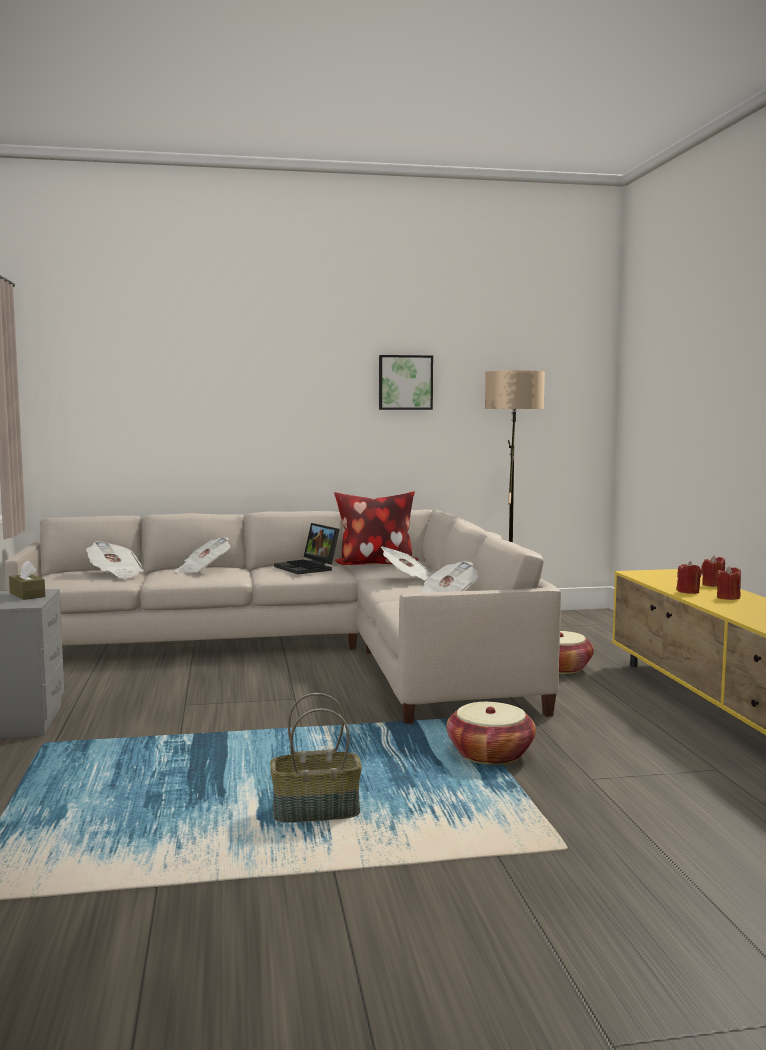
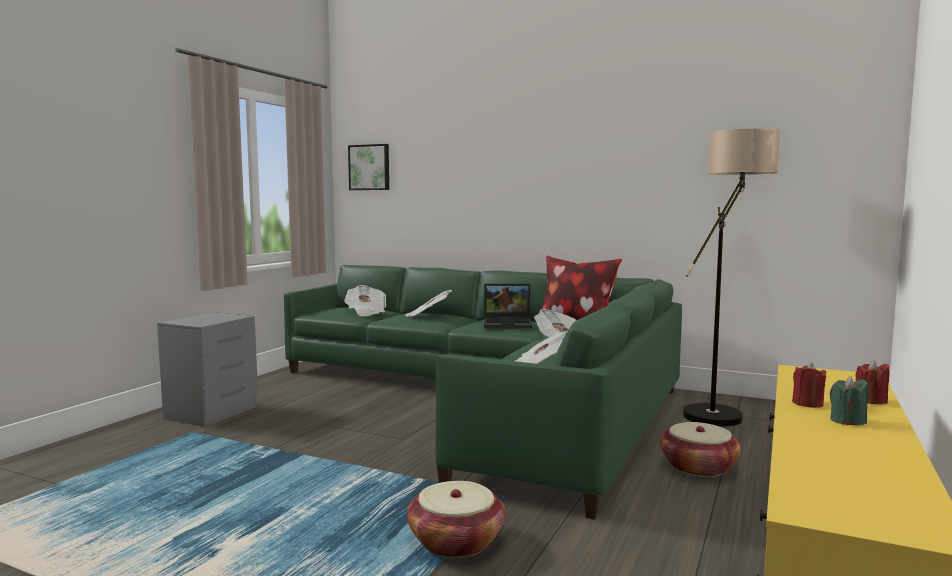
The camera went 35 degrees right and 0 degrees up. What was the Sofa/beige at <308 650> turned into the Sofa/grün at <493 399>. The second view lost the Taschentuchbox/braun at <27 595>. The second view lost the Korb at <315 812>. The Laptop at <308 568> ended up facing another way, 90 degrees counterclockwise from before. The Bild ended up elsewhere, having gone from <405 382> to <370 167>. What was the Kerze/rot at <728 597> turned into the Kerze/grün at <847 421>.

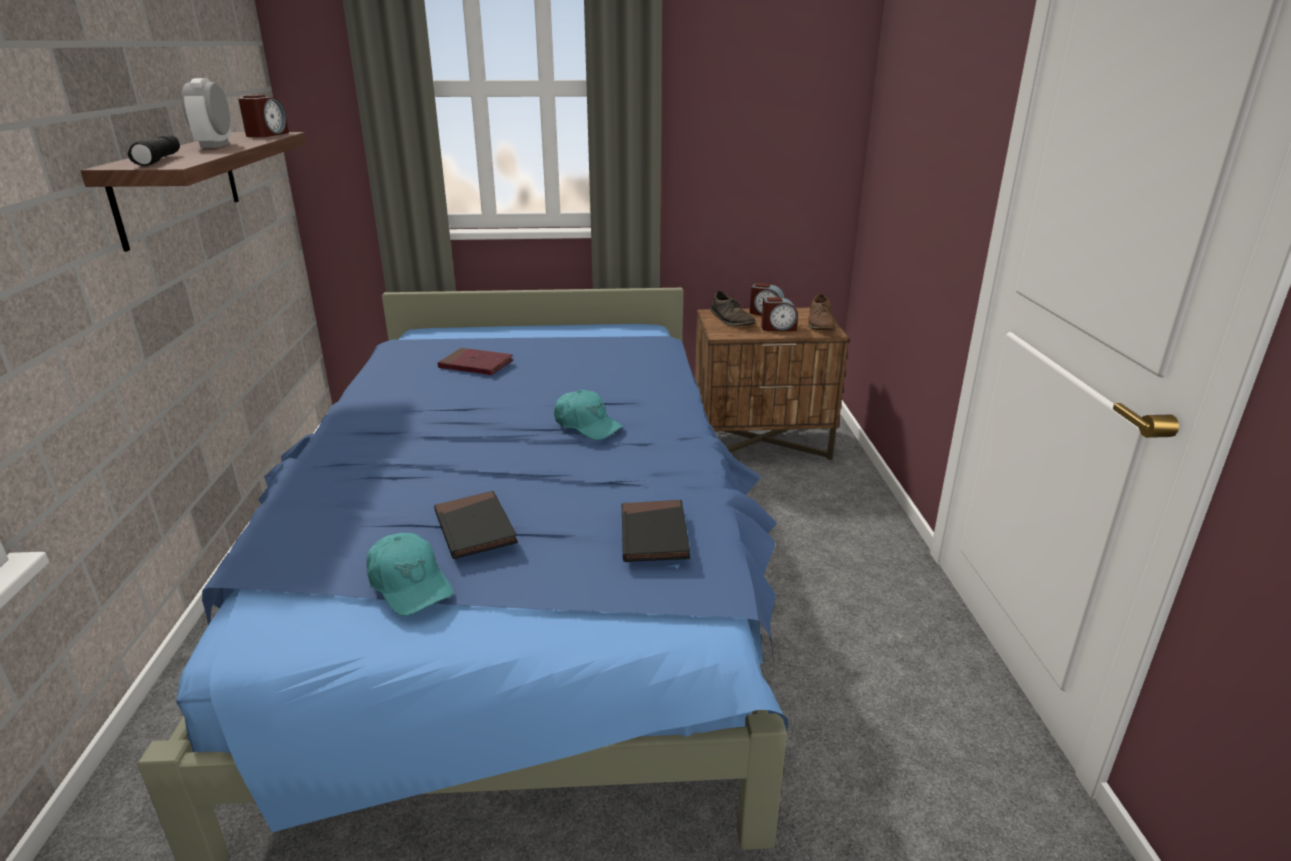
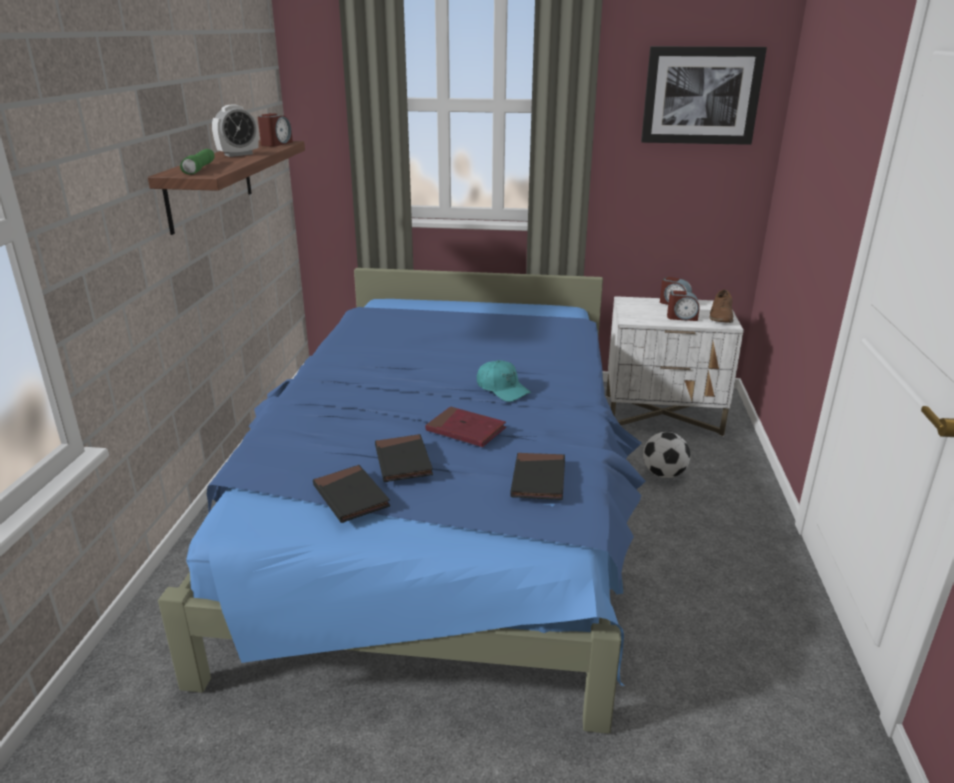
The camera went 10 degrees right and 0 degrees up. What was the Taschenlampe/schwarz at <160 160> turned into the Taschenlampe/grün at <200 169>. The Wecker at <215 145> ended up facing another way, 135 degrees counterclockwise from before. Where the Kappe/türkis stood at <410 584>, the Buch/schwarz came to stand at <351 497>. The Buch/rot ended up elsewhere, having gone from <476 365> to <465 430>. What was the Nachttisch/braun at <761 442> turned into the Nachttisch/weiß at <663 415>. The second view lost the Schuh/braun at <731 320>. The second view gained the Bild at <701 96>. The second view gained the Fußball at <663 474>.

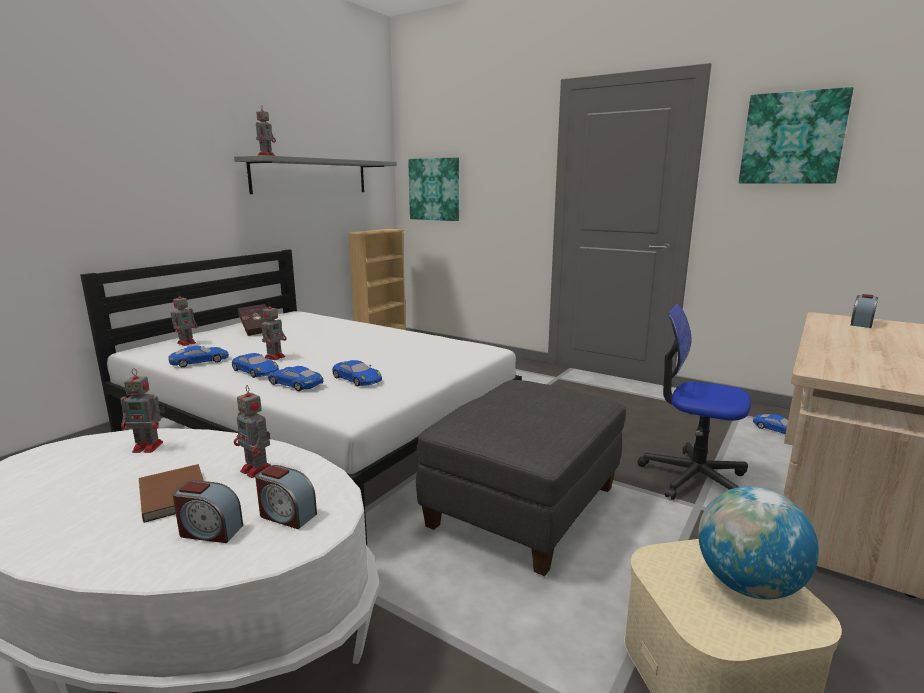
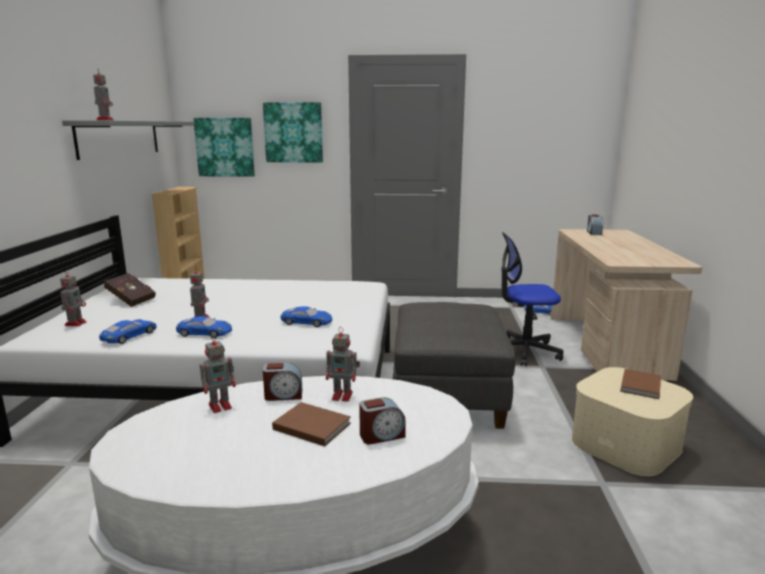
The camera went 30 degrees left and 0 degrees up. The Wecker ended up elsewhere, having gone from <286 515> to <283 395>. The second view lost the Spielzeugauto/blau at <295 383>. Where the Globus stood at <747 585>, the Buch/braun came to stand at <639 386>. The Bild ended up elsewhere, having gone from <792 138> to <293 132>.

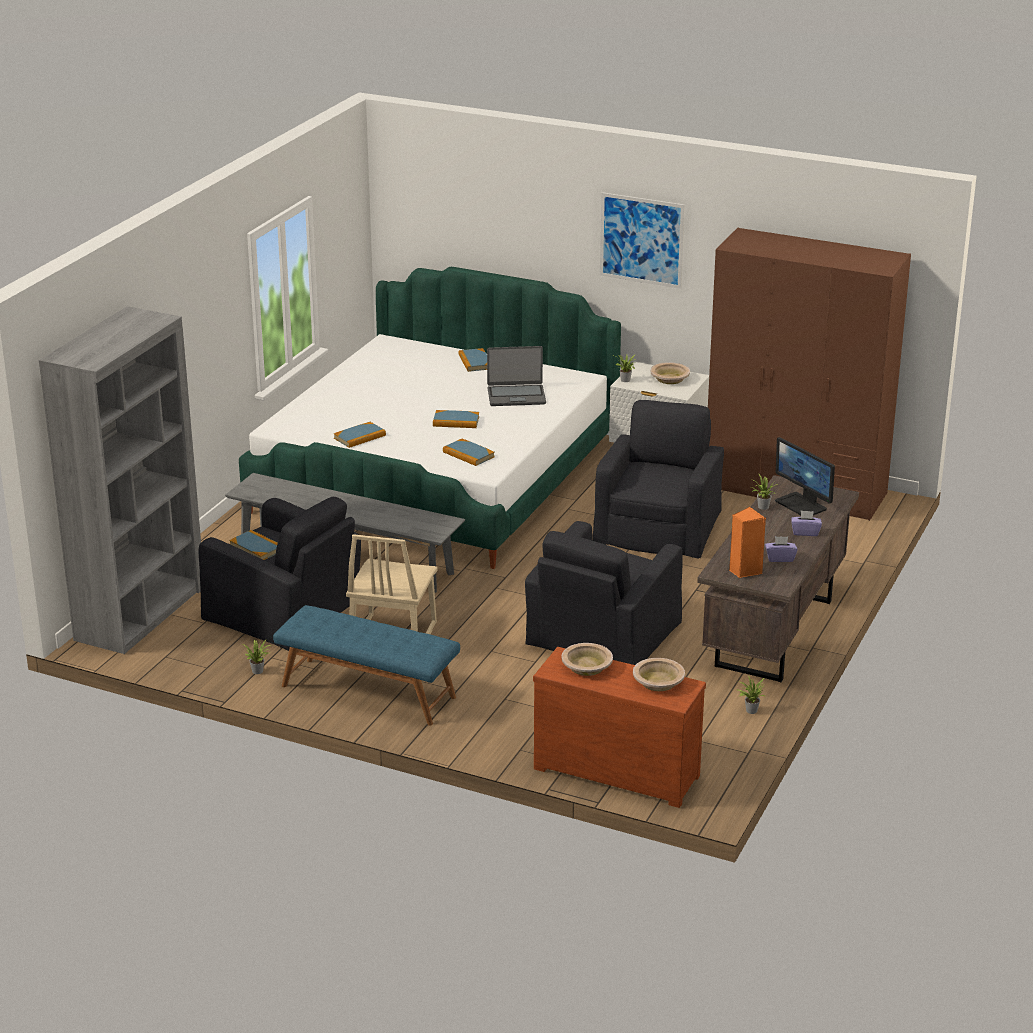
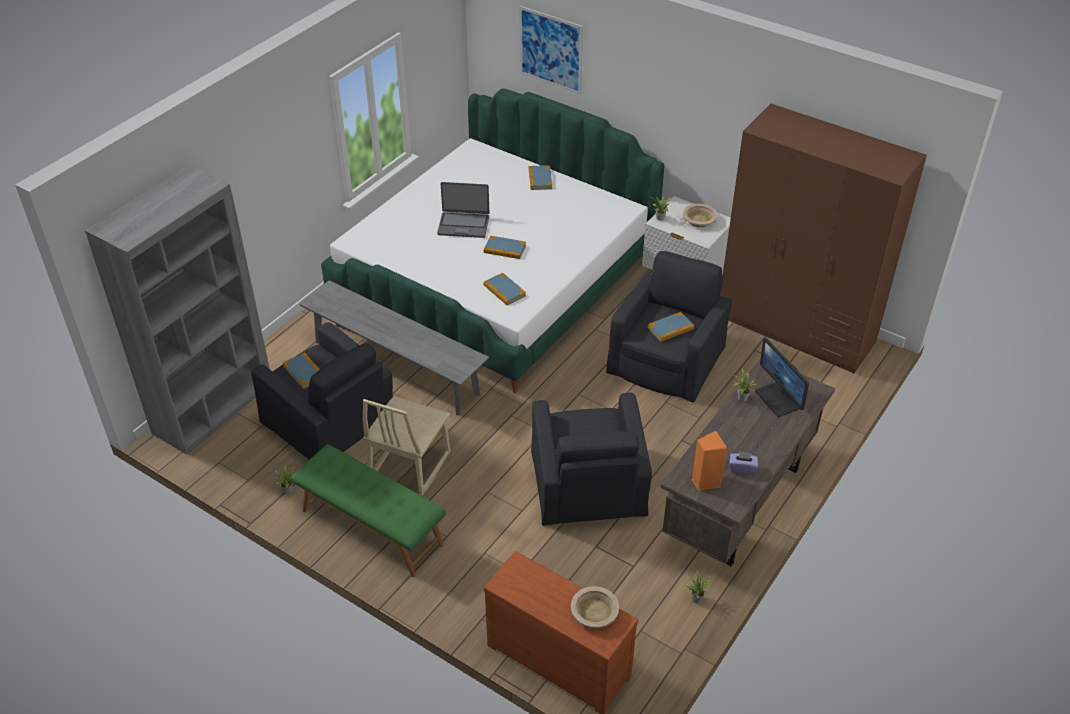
The camera went 10 degrees right and 15 degrees up. What was the Bank/blau at <367 692> turned into the Bank/grün at <371 528>. The Buch ended up elsewhere, having gone from <360 437> to <670 328>. The Laptop ended up elsewhere, having gone from <516 396> to <463 225>. The Sessel/schwarz at <603 634> ended up facing another way, 45 degrees counterclockwise from before. The second view lost the Schüssel/beige at <587 666>. The Bild ended up elsewhere, having gone from <641 240> to <550 50>. The second view lost the Taschentuchbox/lila at <805 532>.

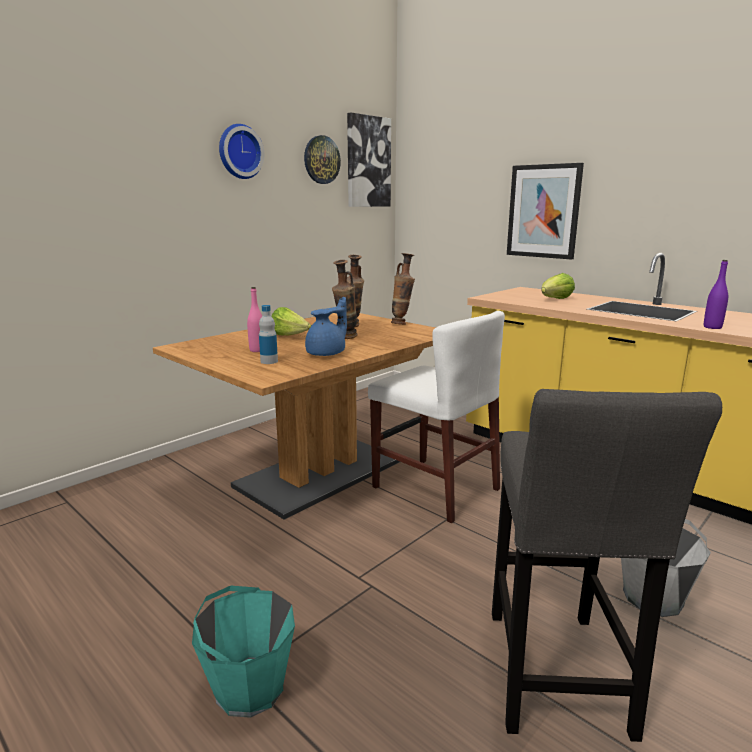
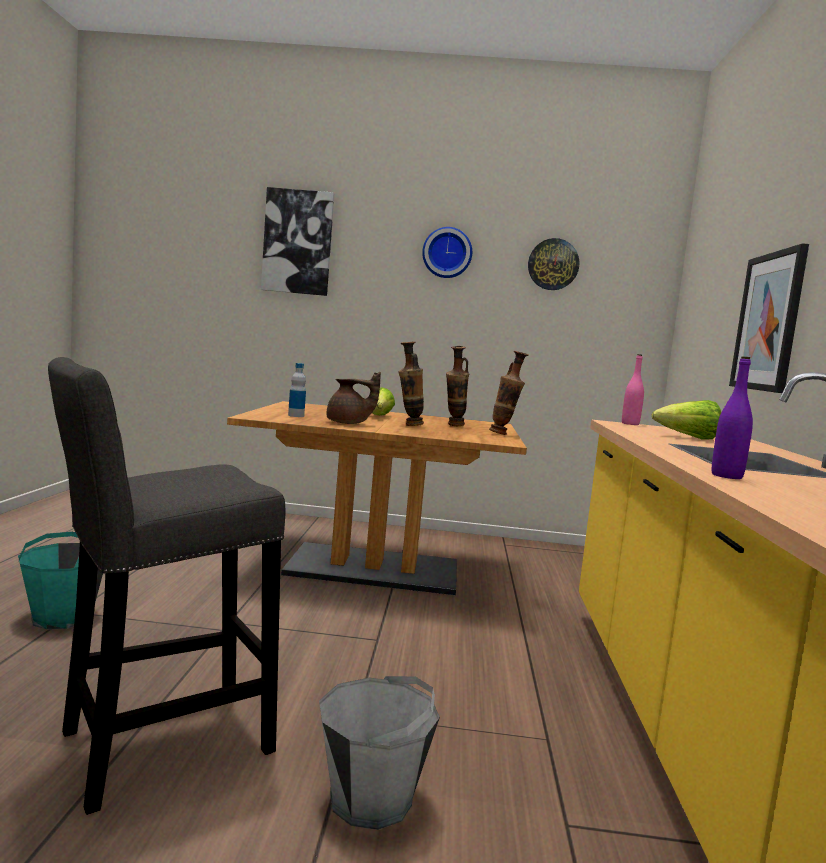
The camera went 50 degrees right and 10 degrees down. The Flasche/rosa ended up elsewhere, having gone from <257 350> to <630 424>. What was the Teekanne/blau at <327 353> turned into the Teekanne/braun at <348 423>. The Bild ended up elsewhere, having gone from <368 162> to <298 242>. The second view lost the Stuhl/weiß at <435 488>.

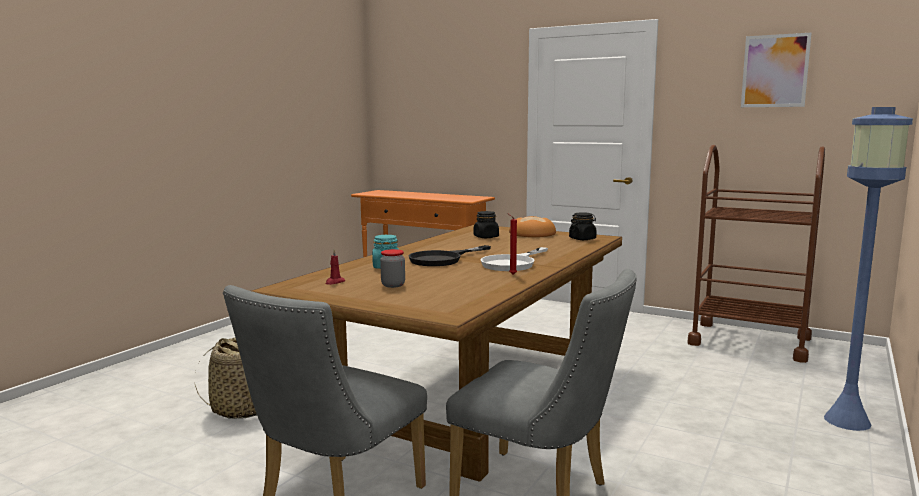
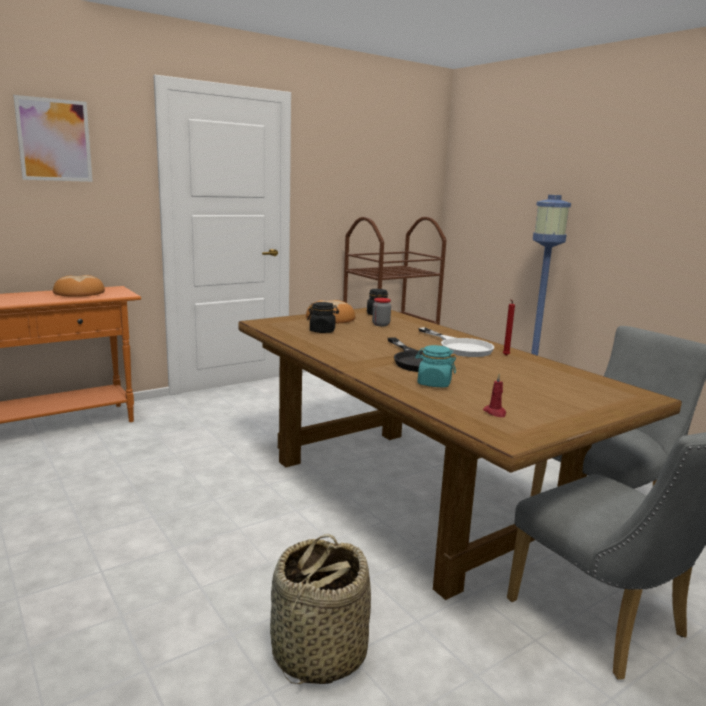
The camera went 65 degrees left and 5 degrees up. The Vorratsglas ended up elsewhere, having gone from <393 285> to <381 324>. The Bild ended up elsewhere, having gone from <775 71> to <54 140>. The second view gained the Brot at <78 293>.

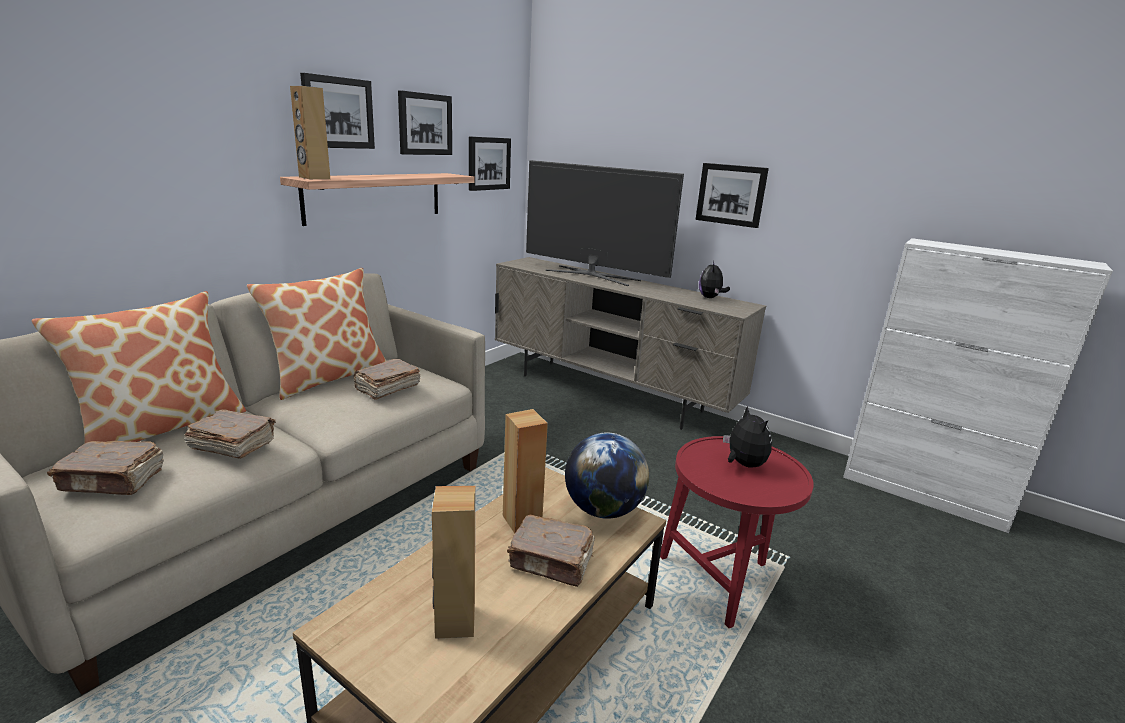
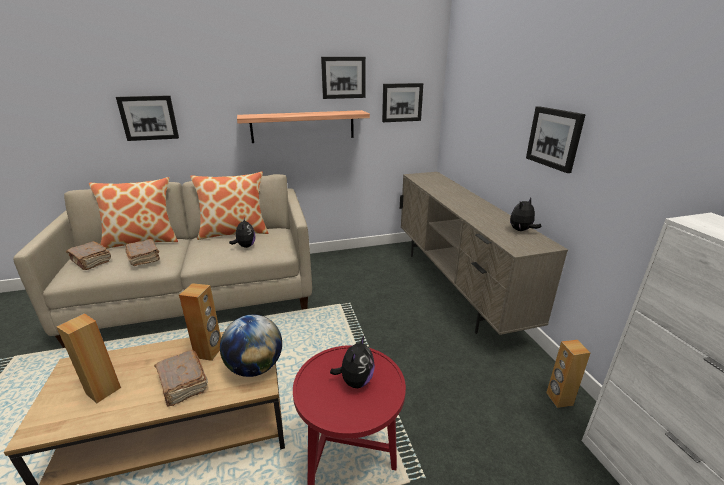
The camera went 40 degrees right and 5 degrees up. The Lautsprecher/braun ended up elsewhere, having gone from <314 178> to <559 399>. The Bild ended up elsewhere, having gone from <338 113> to <149 118>. Where the Buch/braun stood at <387 388>, the Plüschtier came to stand at <245 246>. The second view lost the Fernseher at <592 275>.

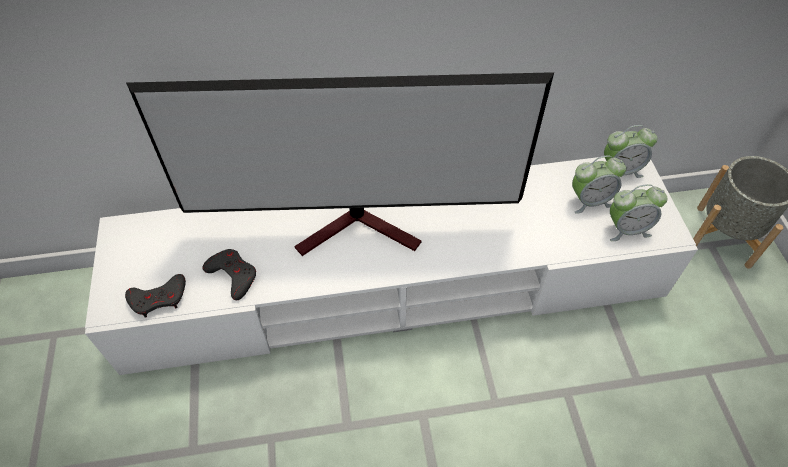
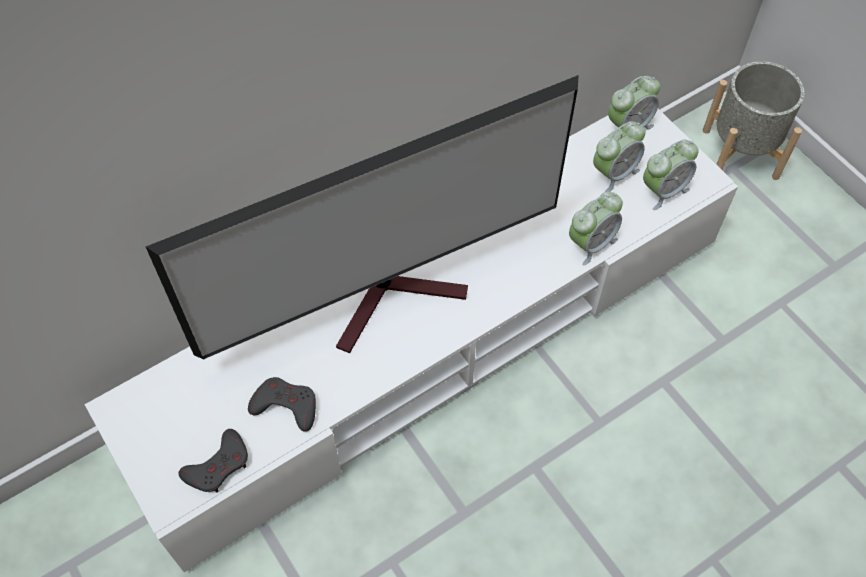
The camera went 25 degrees left and 5 degrees up. The second view gained the Wecker at <591 243>.

